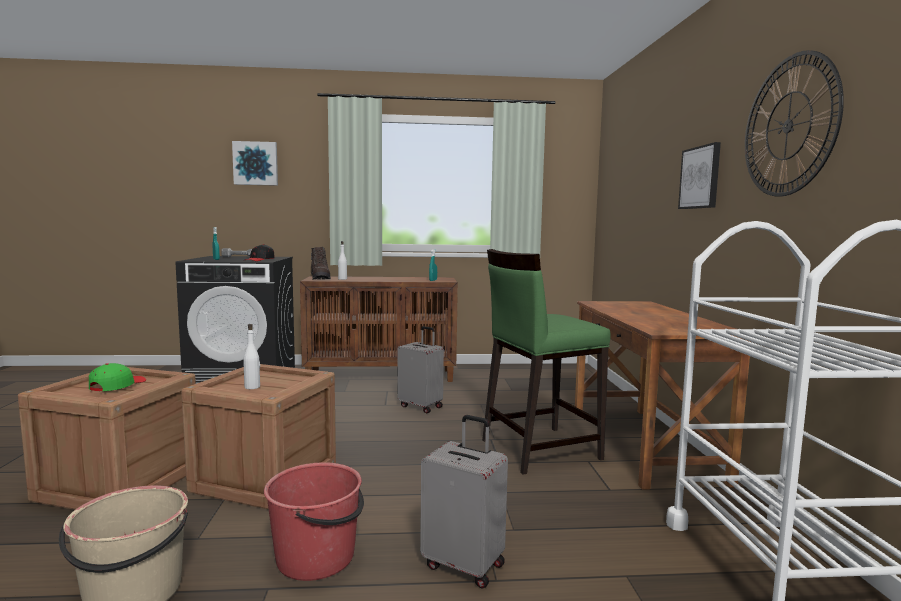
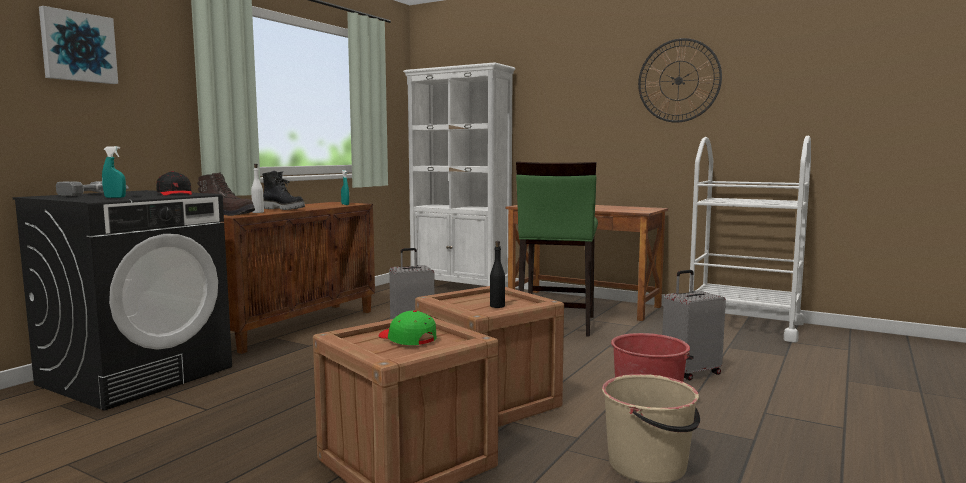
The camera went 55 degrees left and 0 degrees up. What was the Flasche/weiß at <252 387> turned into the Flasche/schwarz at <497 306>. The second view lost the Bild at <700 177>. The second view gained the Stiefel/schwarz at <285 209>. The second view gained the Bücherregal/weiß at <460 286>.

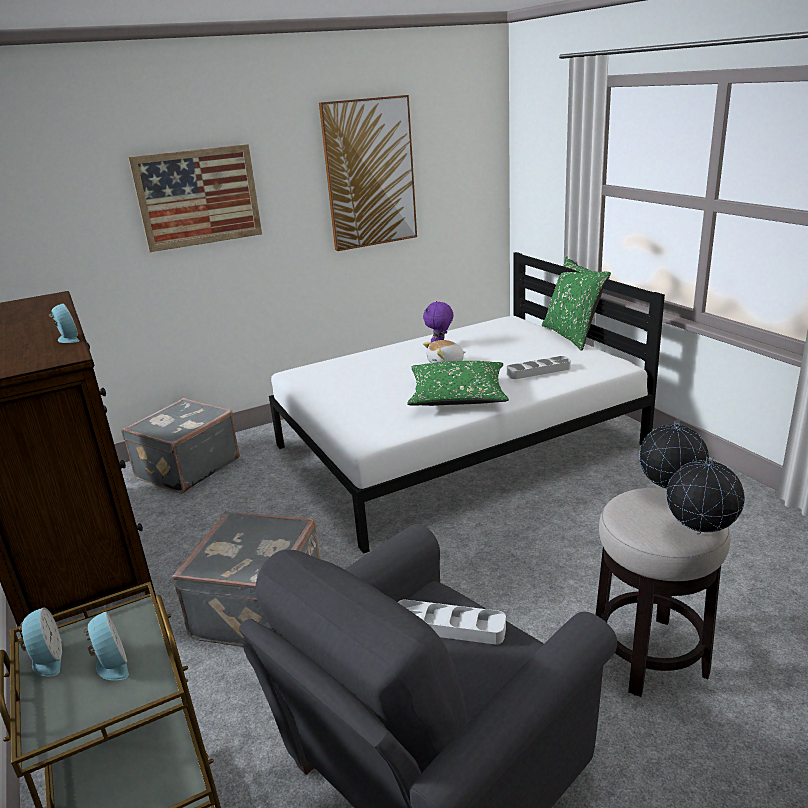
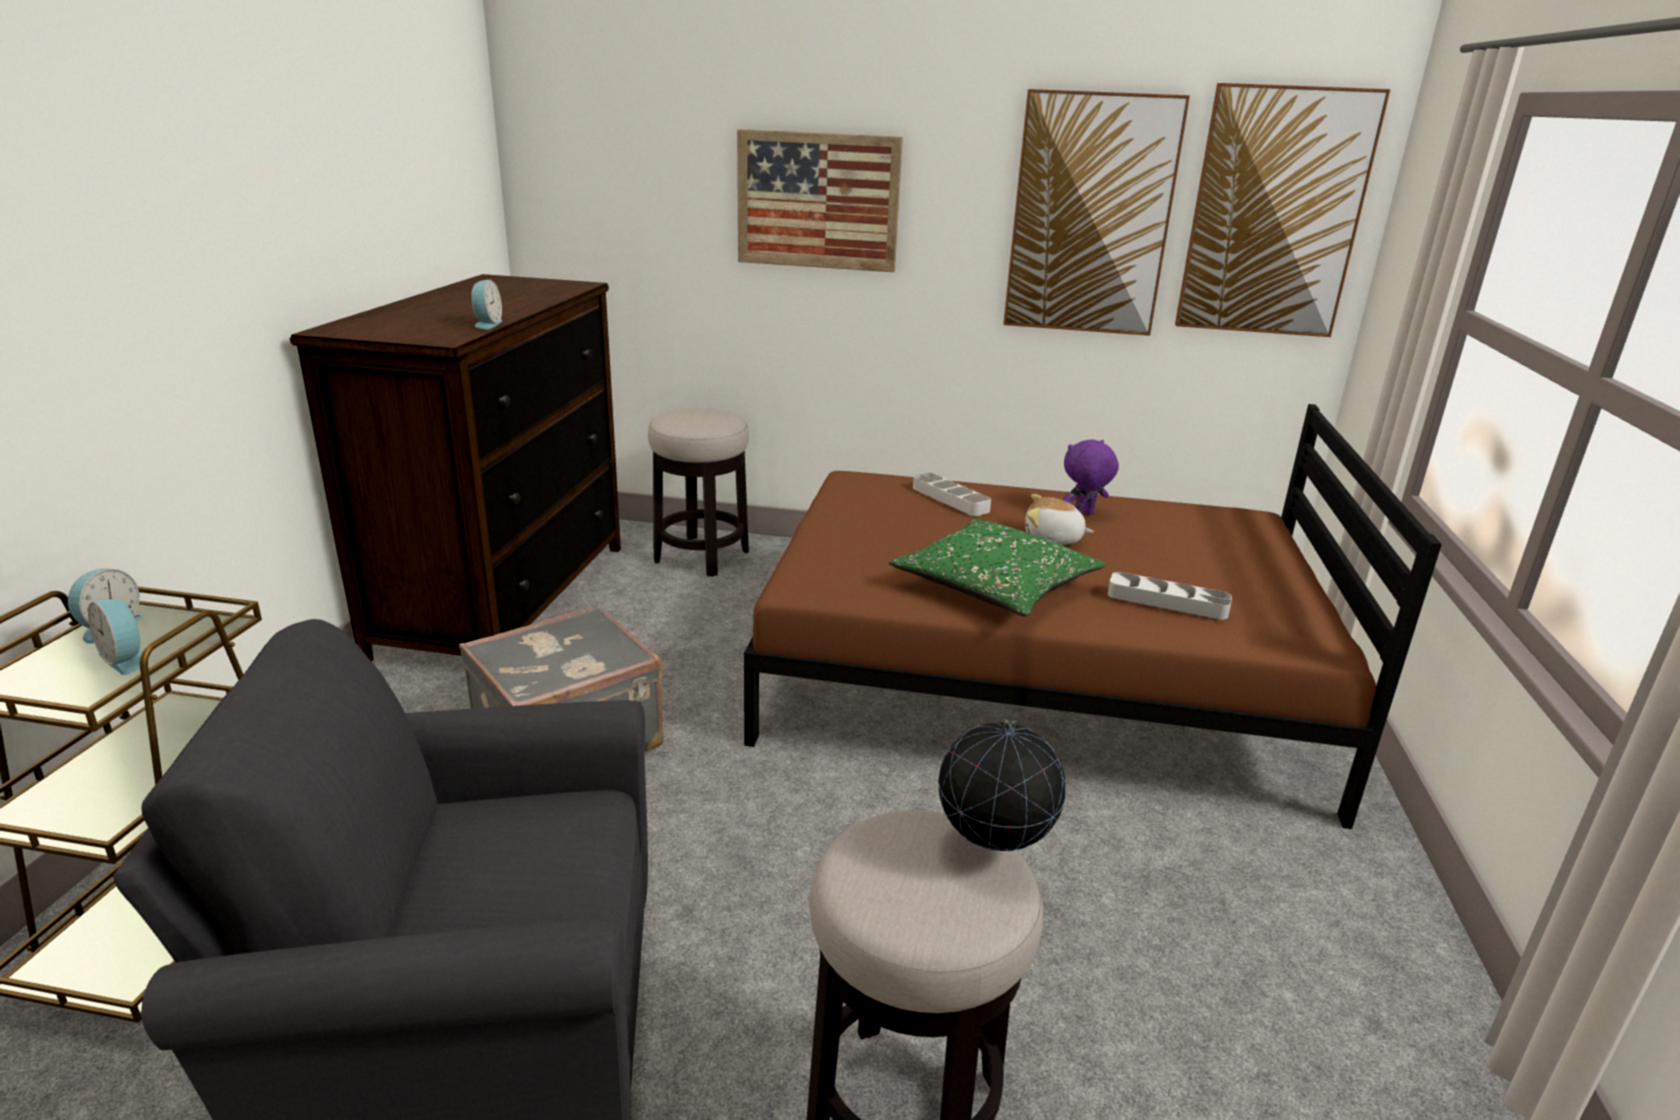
The camera went 35 degrees right and 0 degrees up. The Wecker at <111 664> ended up facing another way, 120 degrees clockwise from before. Where the Koffer/grau stood at <186 468>, the Hocker came to stand at <701 556>. What was the Bett/weiß at <456 446> turned into the Bett/braun at <1035 676>. The Tablett/grau ended up elsewhere, having gone from <449 627> to <950 499>. The second view lost the Kissen/grün at <572 336>. The second view lost the Globus at <700 534>. The second view gained the Bild at <1274 213>.

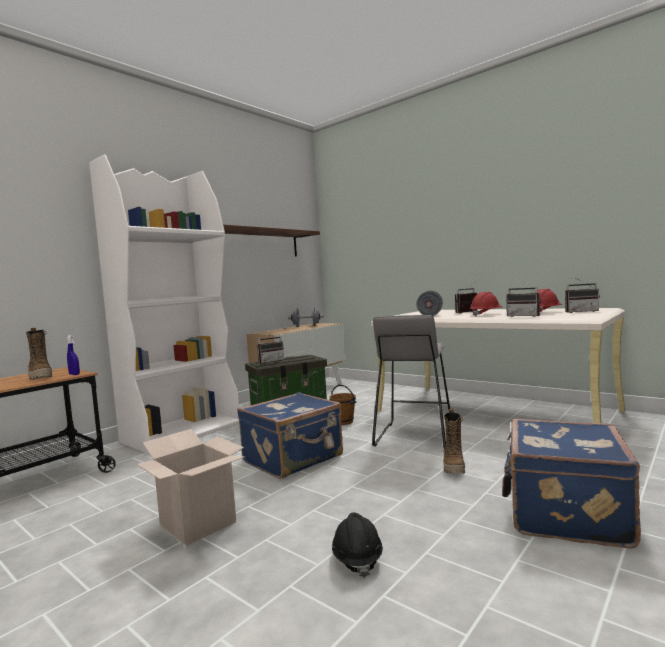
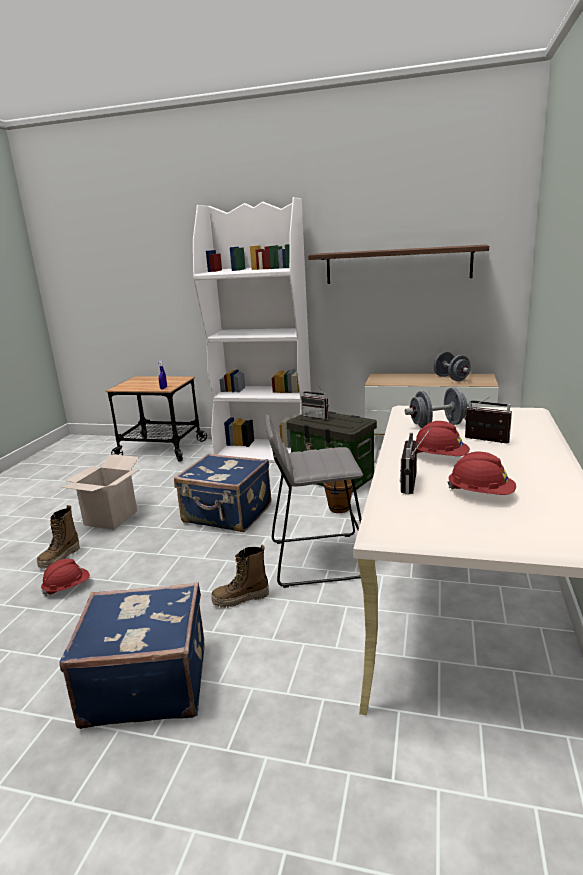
The camera went 65 degrees right and 15 degrees up. The Stiefel ended up elsewhere, having gone from <40 377> to <60 558>. What was the Schutzhelm/schwarz at <357 559> turned into the Schutzhelm/rot at <67 588>. The second view lost the Radio at <580 311>.

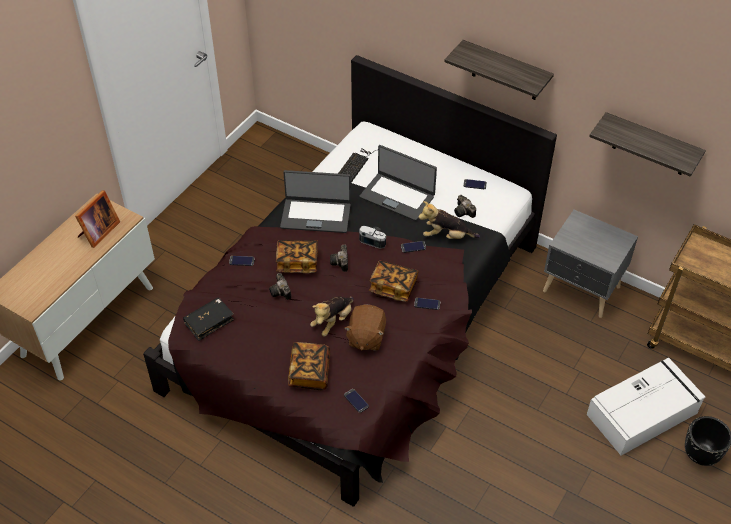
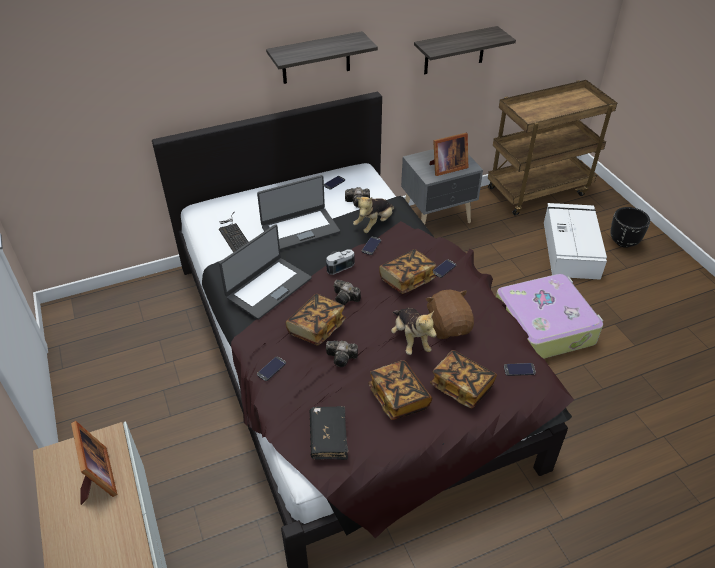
The camera went 55 degrees left and 5 degrees down. The Plüschtier/braun at <366 337> ended up facing another way, 150 degrees counterclockwise from before. The second view gained the Buch at <398 398>. The second view gained the Bilderrahmen at <446 168>. The second view gained the Koffer at <544 325>.

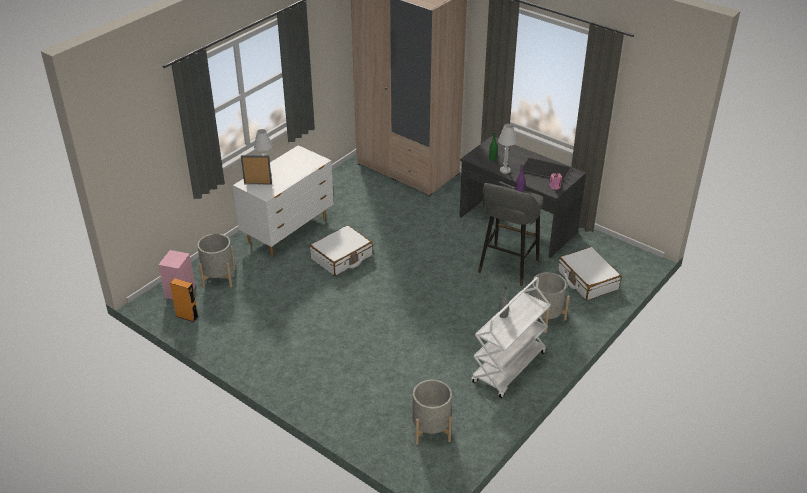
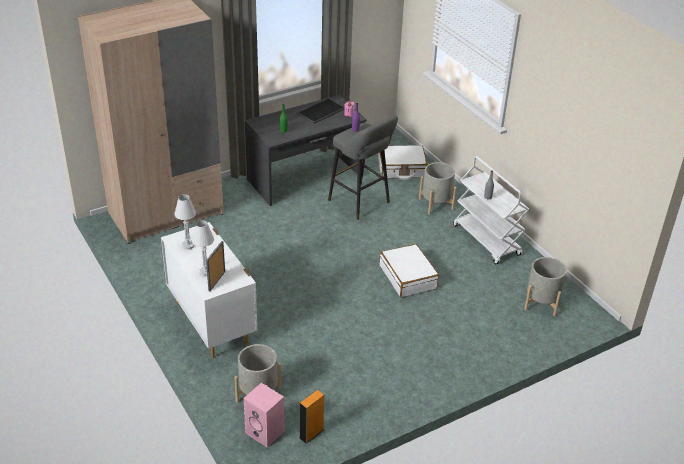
The camera went 70 degrees left and 0 degrees up. The Koffer/weiß ended up elsewhere, having gone from <342 257> to <408 277>. The Tischlampe/weiß ended up elsewhere, having gone from <505 170> to <188 245>.

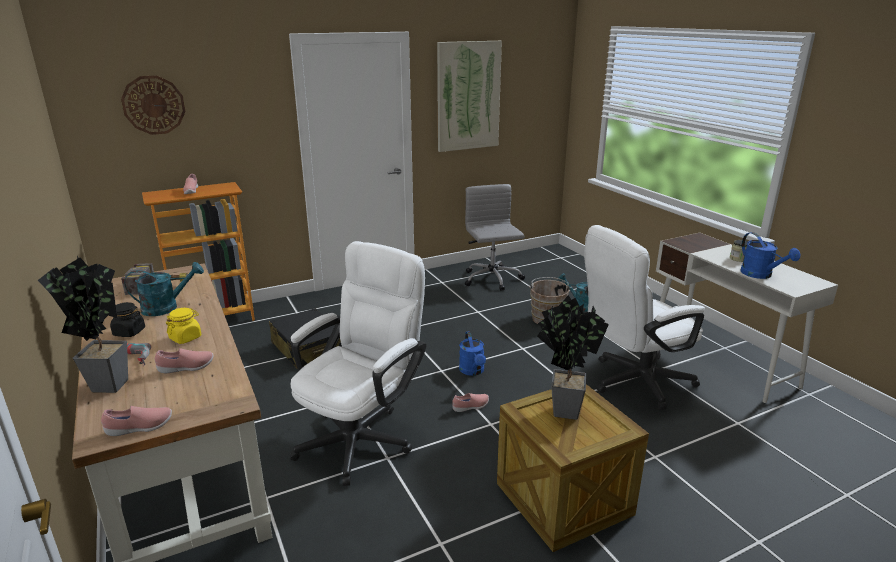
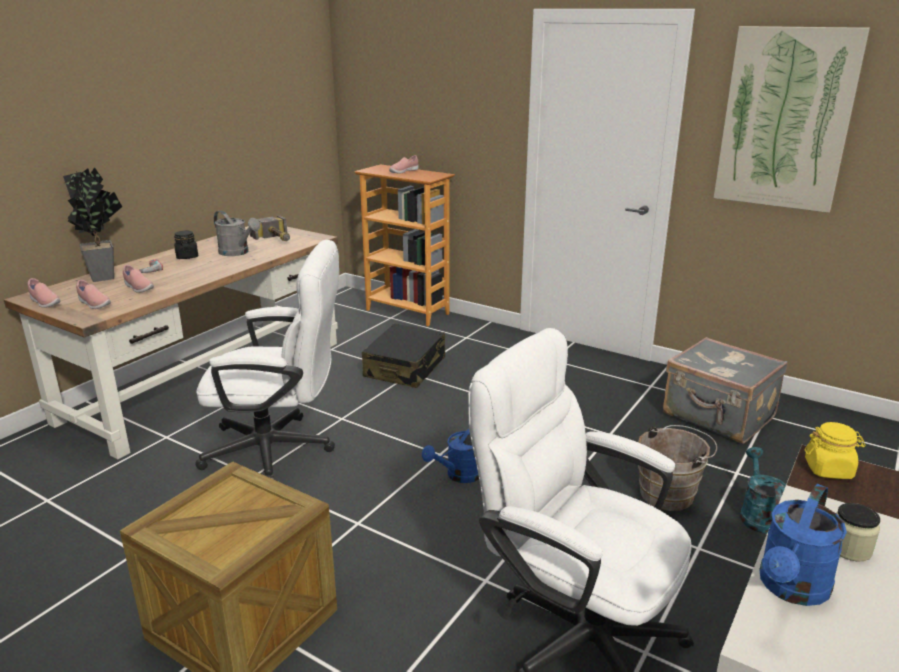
The camera went 60 degrees right and 0 degrees up. The second view lost the Wanduhr at <153 105>. What was the Gießkanne/türkis at <167 307> turned into the Gießkanne/grau at <237 253>. The Vorratsglas/gelb ended up elsewhere, having gone from <185 338> to <829 469>. The Schuh/rosa ended up elsewhere, having gone from <471 407> to <94 304>. Where the Bürostuhl/grau stood at <492 279>, the Koffer/grau came to stand at <718 416>. The second view lost the Topfpflanze at <561 409>.

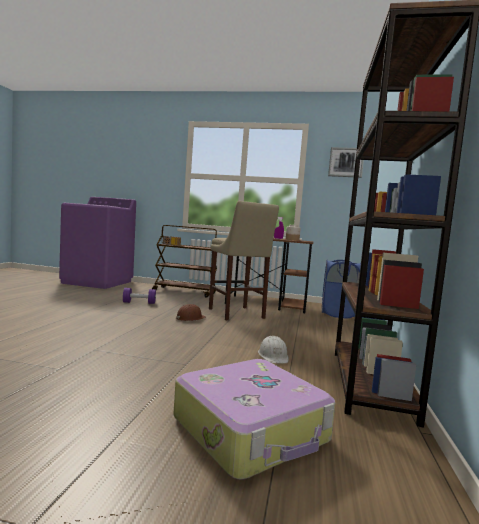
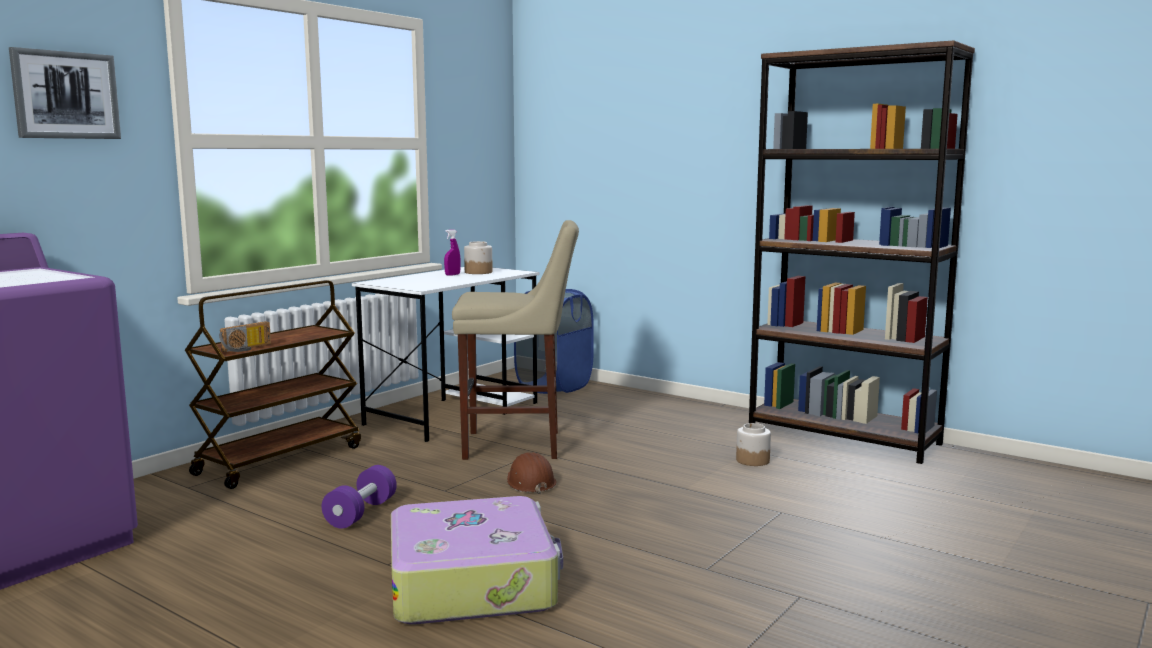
The camera went 65 degrees left and 5 degrees up. The Koffer ended up elsewhere, having gone from <252 430> to <473 582>. What was the Schreibtisch/braun at <267 304> turned into the Schreibtisch/weiß at <454 413>. Where the Schutzhelm/weiß stood at <273 356>, the Vorratsglas came to stand at <752 460>. The Bild ended up elsewhere, having gone from <346 162> to <66 95>.

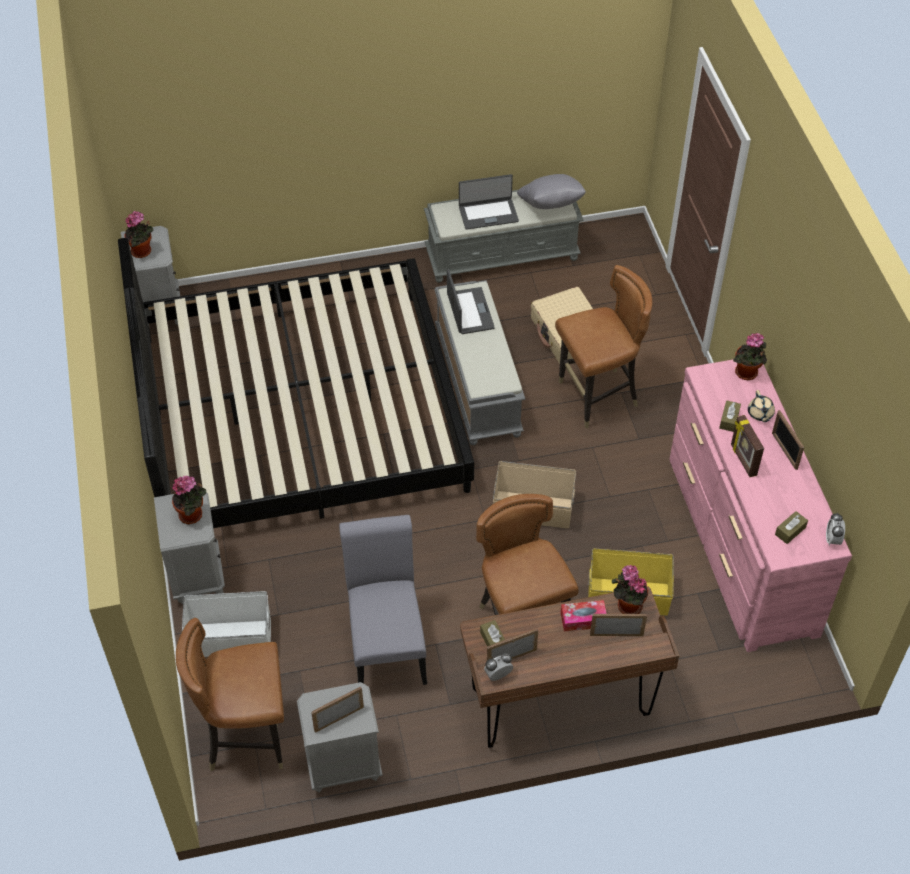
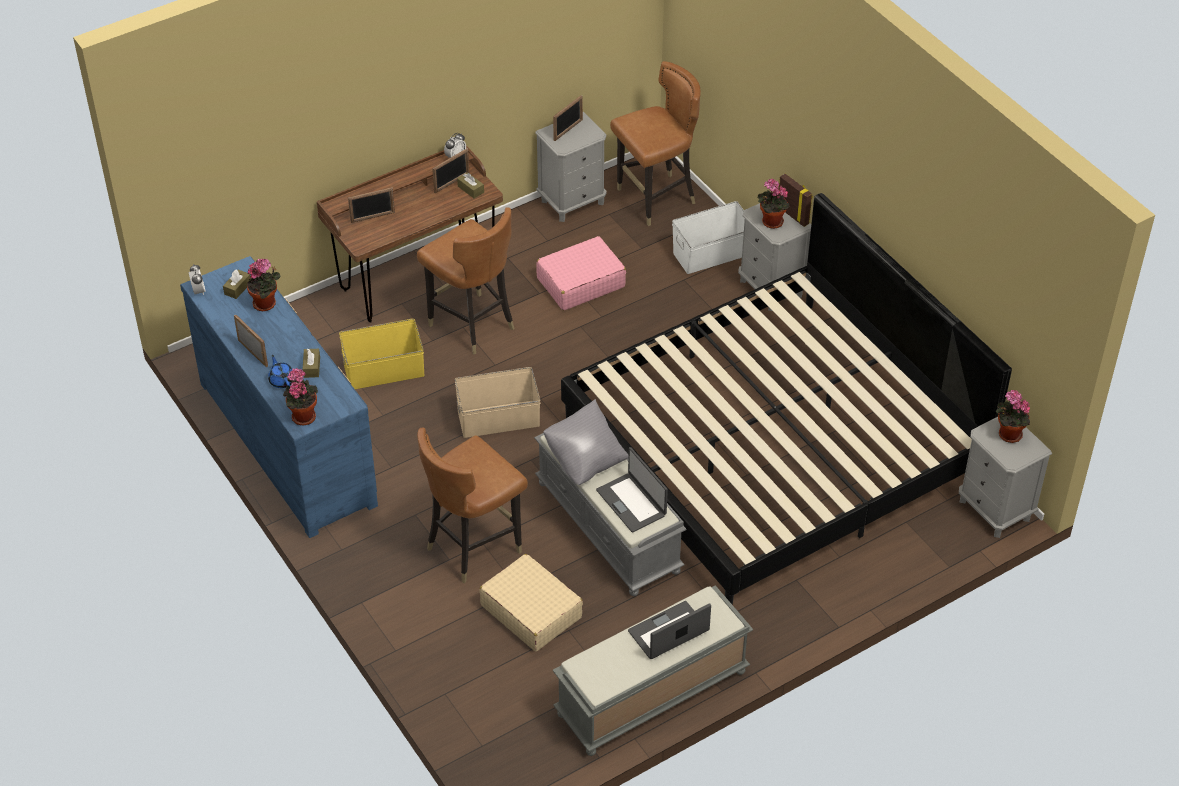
The camera went 160 degrees right and 5 degrees down. Where the Stuhl/grau stood at <386 644>, the Koffer/rosa came to stand at <580 282>. The Kissen/grau ended up elsewhere, having gone from <550 207> to <585 460>. The second view lost the Taschentuchbox at <583 619>. The Topfpflanze ended up elsewhere, having gone from <627 605> to <266 304>. What was the Kommode/rosa at <740 543> turned into the Kommode/blau at <288 442>. The Bilderrahmen ended up elsewhere, having gone from <742 460> to <793 215>. What was the Teekanne/beige at <760 414> turned into the Teekanne/blau at <282 380>.

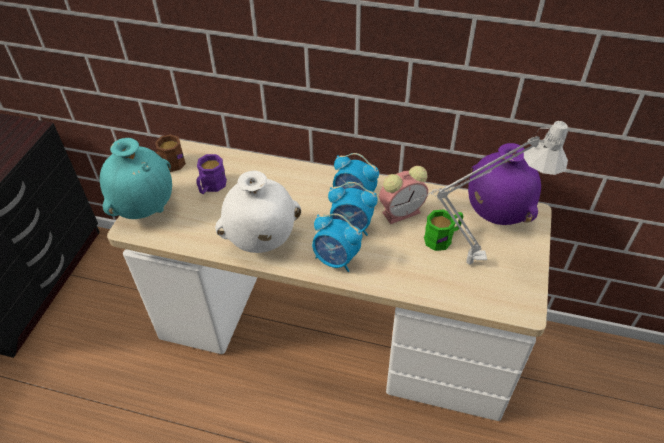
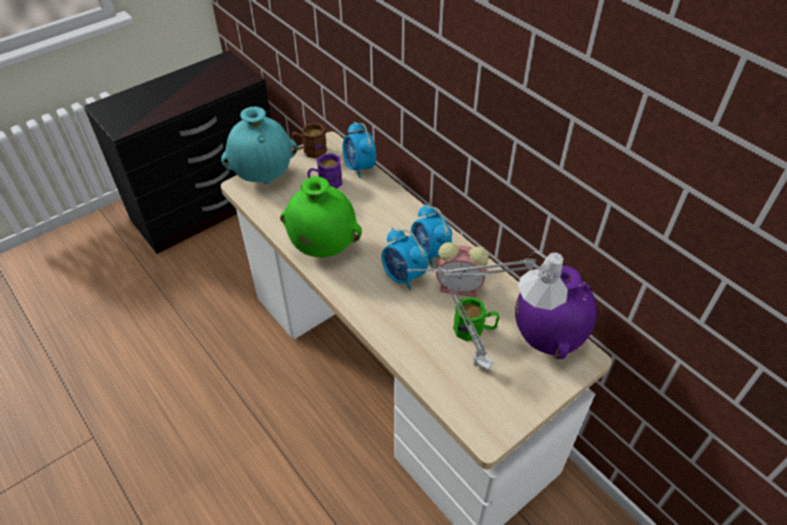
The camera went 35 degrees right and 0 degrees up. What was the Vase/weiß at <261 241> turned into the Vase/grün at <322 247>. The Wecker ended up elsewhere, having gone from <336 260> to <359 167>.

